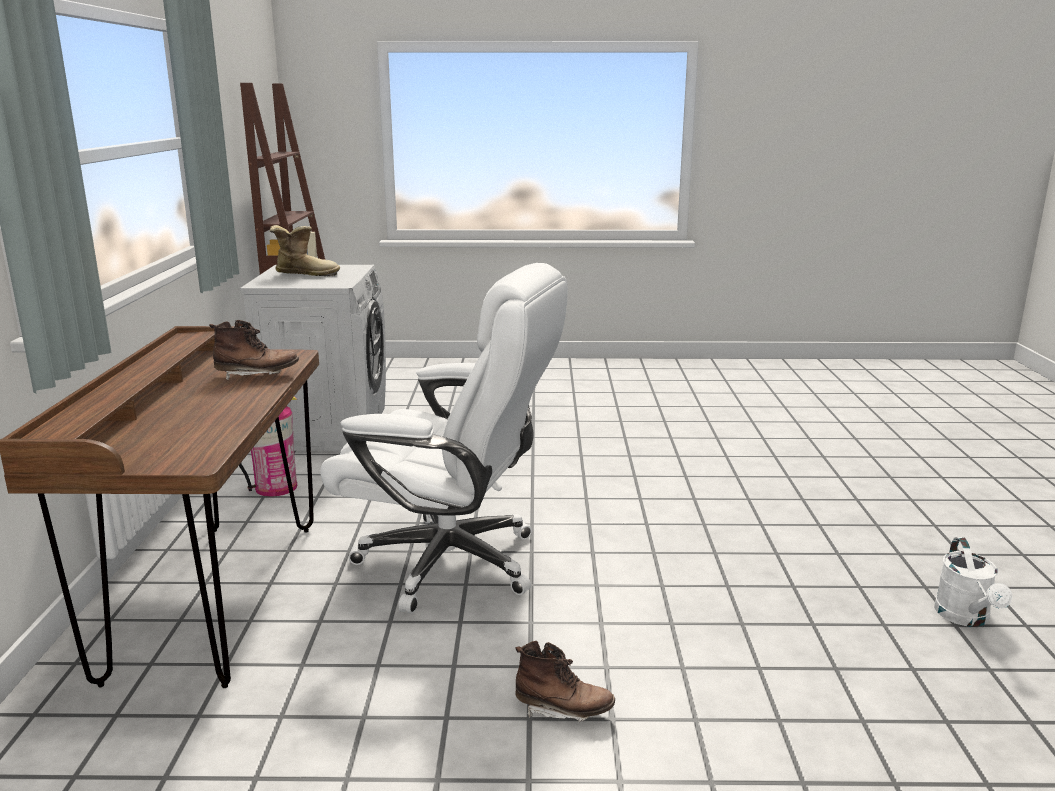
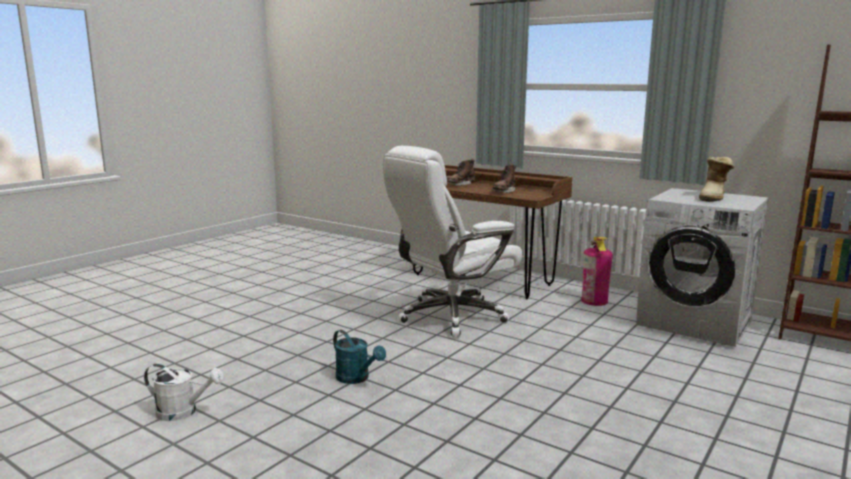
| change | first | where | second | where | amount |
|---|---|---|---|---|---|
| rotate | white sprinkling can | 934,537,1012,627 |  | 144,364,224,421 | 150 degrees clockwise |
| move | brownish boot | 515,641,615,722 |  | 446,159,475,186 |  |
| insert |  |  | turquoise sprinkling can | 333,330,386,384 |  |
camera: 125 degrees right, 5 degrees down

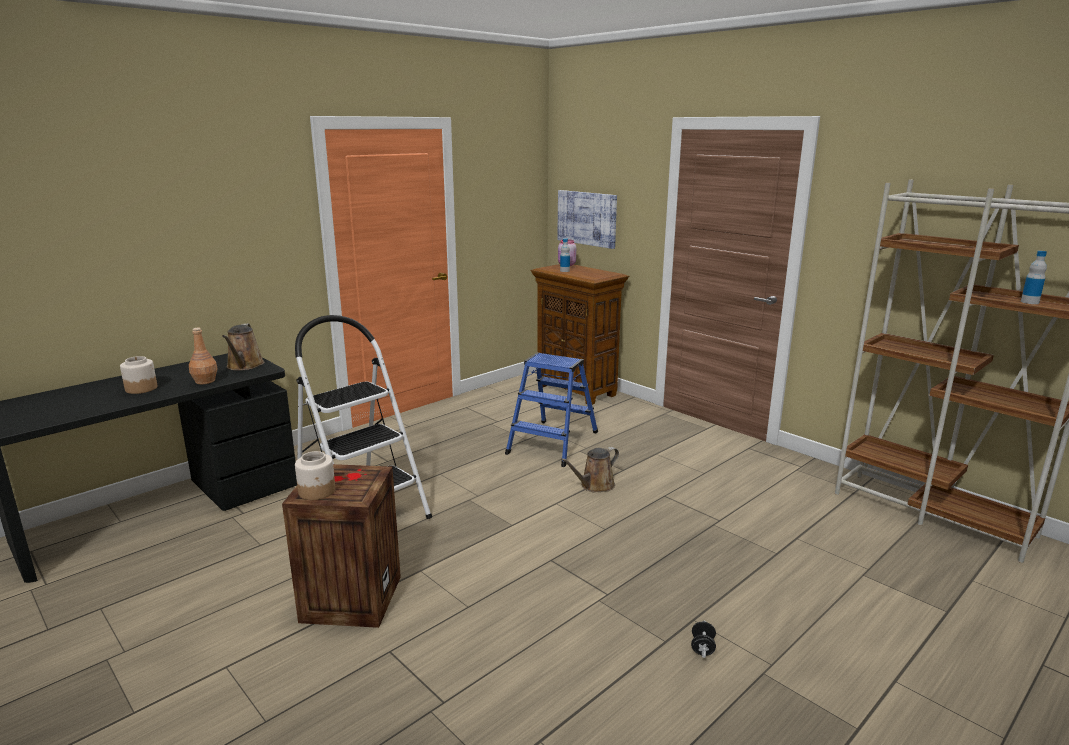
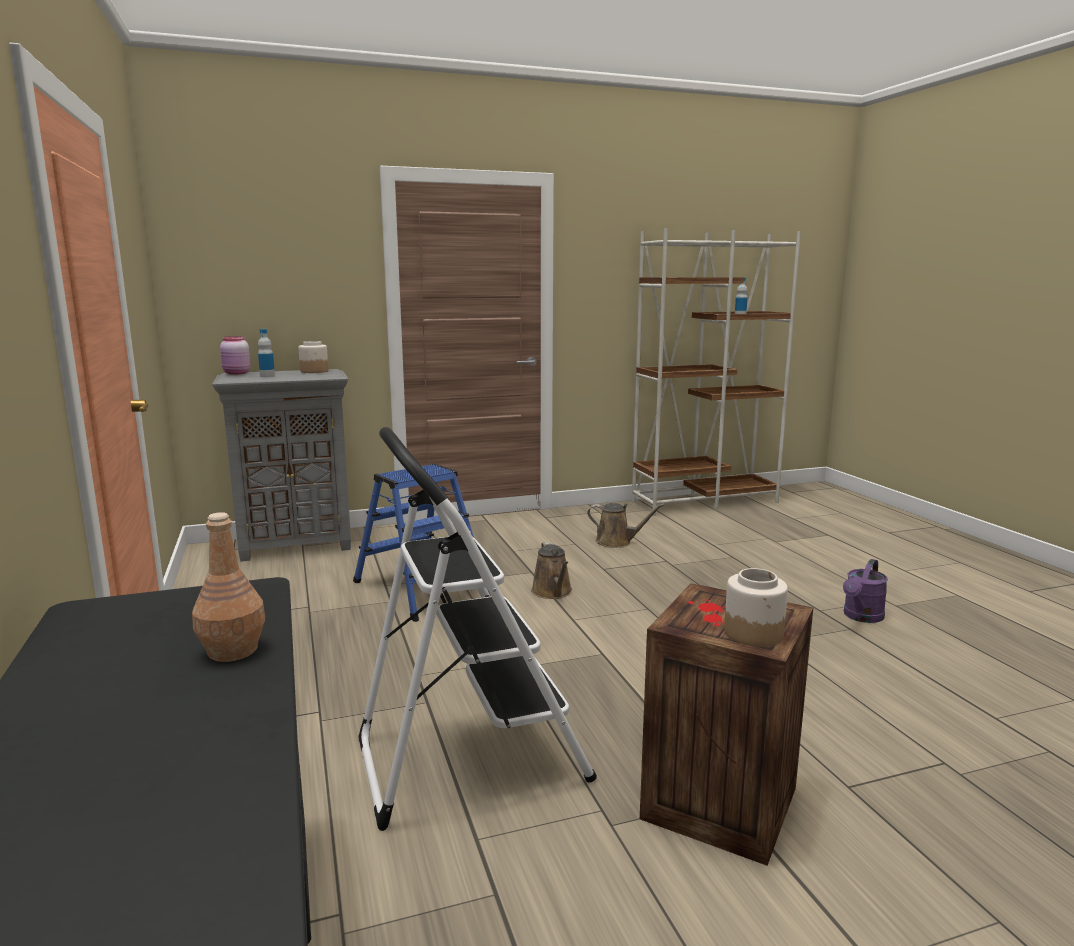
| change | first | where | second | where | amount |
|---|---|---|---|---|---|
| delete | picture | 557,190,617,249 |  |  |  |
| recolor | brownish cabinet | 531,264,630,405 | greyish cabinet | 212,369,351,562 |  |
| move | brownish sprinkling can | 222,323,265,370 |  | 587,503,665,548 |  |
| move | preserve jar | 120,356,157,394 |  | 299,341,328,373 |  |
| replace | blackish dumbbell | 691,620,716,658 | purplish sprinkling can | 843,559,888,623 |  |
camera: 65 degrees left, 5 degrees down

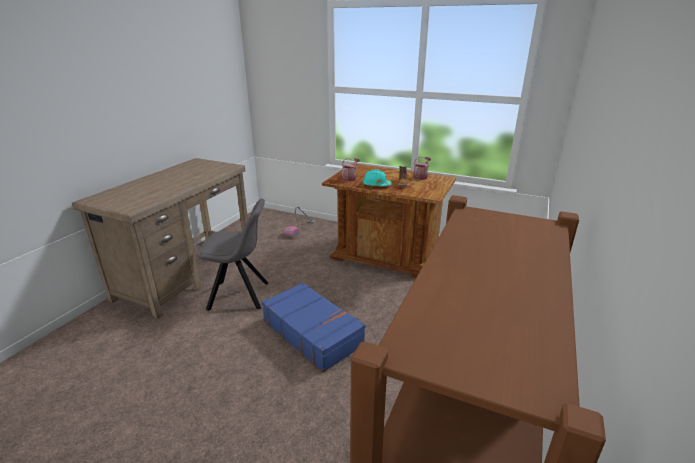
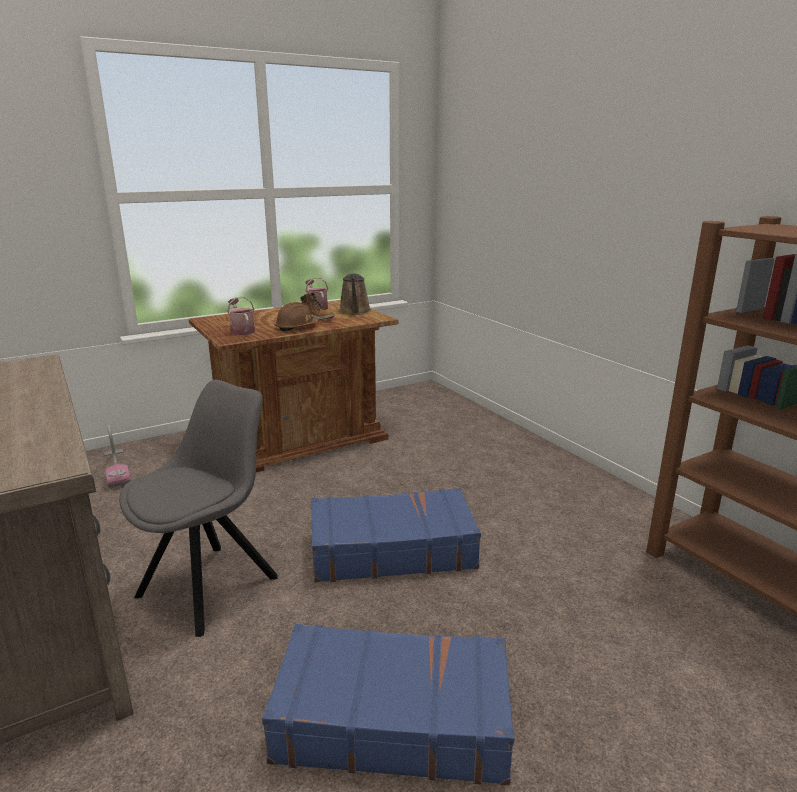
| change | first | where | second | where | amount |
|---|---|---|---|---|---|
| recolor | turquoise work helmet | 362,169,392,186 | brownish work helmet | 274,302,319,331 |  |
| insert |  |  | brownish sprinkling can | 339,273,371,315 |  |
| insert |  |  | blue piece of luggage | 262,624,514,786 |  |
camera: 55 degrees left, 5 degrees down

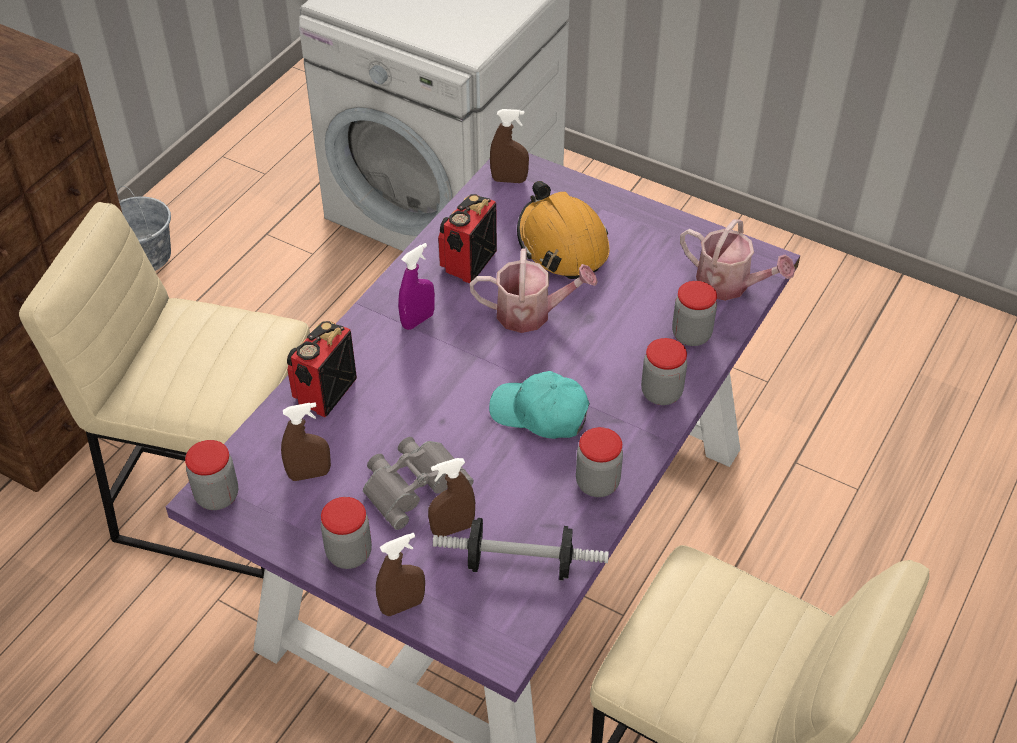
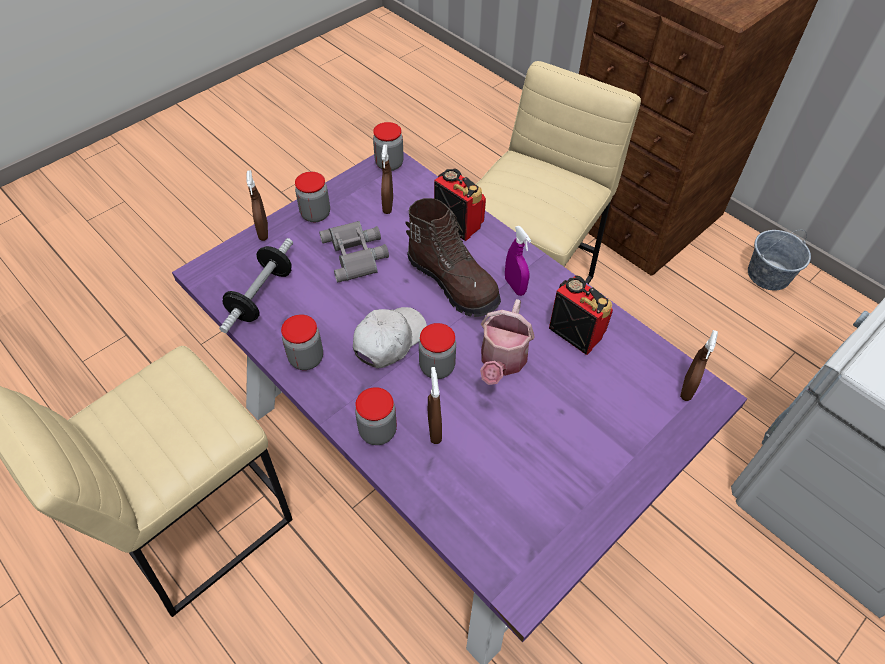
| change | first | where | second | where | amount |
|---|---|---|---|---|---|
| delete | orange work helmet | 517,181,610,279 |  |  |  |
| delete | sprinkling can | 680,219,795,301 |  |  |  |
| move | preserve jar | 672,281,717,346 |  | 419,323,456,379 |  |
| recolor | turquoise cap | 489,371,590,439 | white cap | 353,307,427,368 |  |
| move | brownish sprayer | 428,458,475,537 |  | 428,367,442,444 |  |
| insert |  |  | brownish boot | 405,198,501,317 |  |
camera: 105 degrees right, 5 degrees up

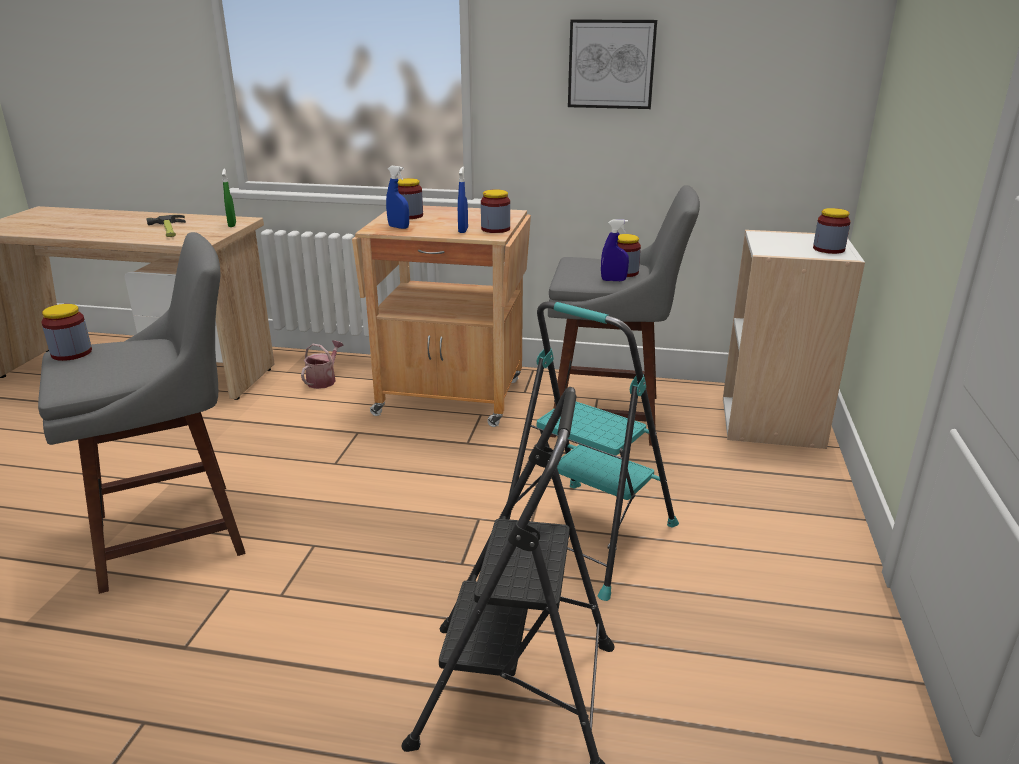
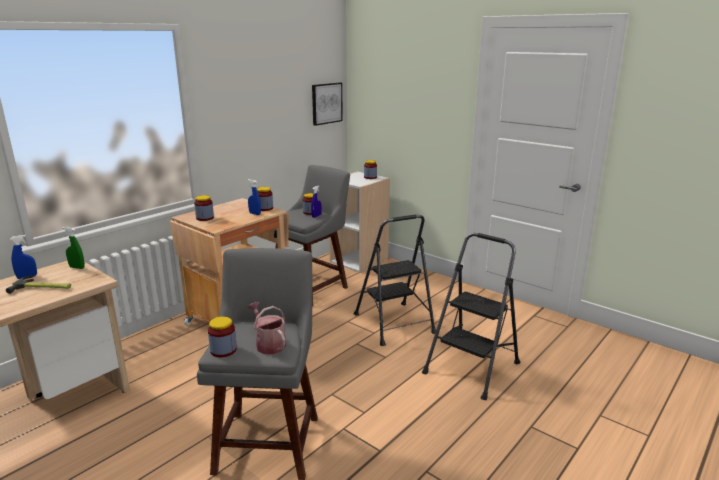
| change | first | where | second | where | amount |
|---|---|---|---|---|---|
| move | picture | 568,19,657,109 |  | 312,83,343,126 |  |
| move | blue sprayer | 386,166,409,229 |  | 10,235,37,279 |  |
| recolor | turquoise step ladder | 508,301,679,601 | blackish step ladder | 353,214,436,346 |  |
| move | sprinkling can | 301,340,344,389 |  | 247,302,286,354 |  |
camera: 60 degrees left, 5 degrees down

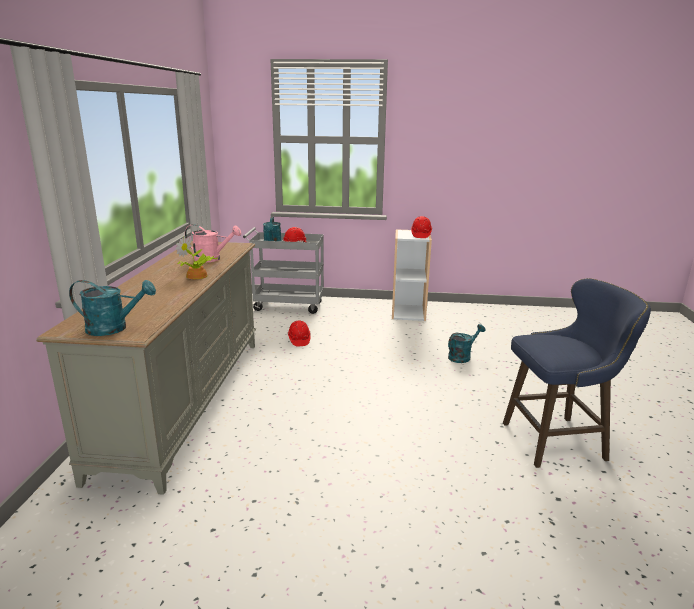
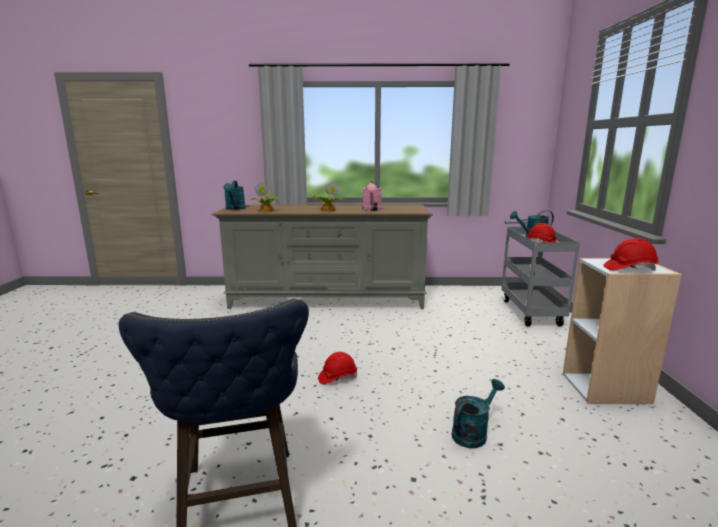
| change | first | where | second | where | amount |
|---|---|---|---|---|---|
| move | red-coloured work helmet | 288,321,311,346 |  | 318,352,357,385 |  |
| rotate | turquoise sprinkling can | 448,324,485,363 |  | 452,379,505,448 | 90 degrees counterclockwise |
| insert |  |  | potted plant | 250,182,278,212 |  |
camera: 85 degrees right, 5 degrees down

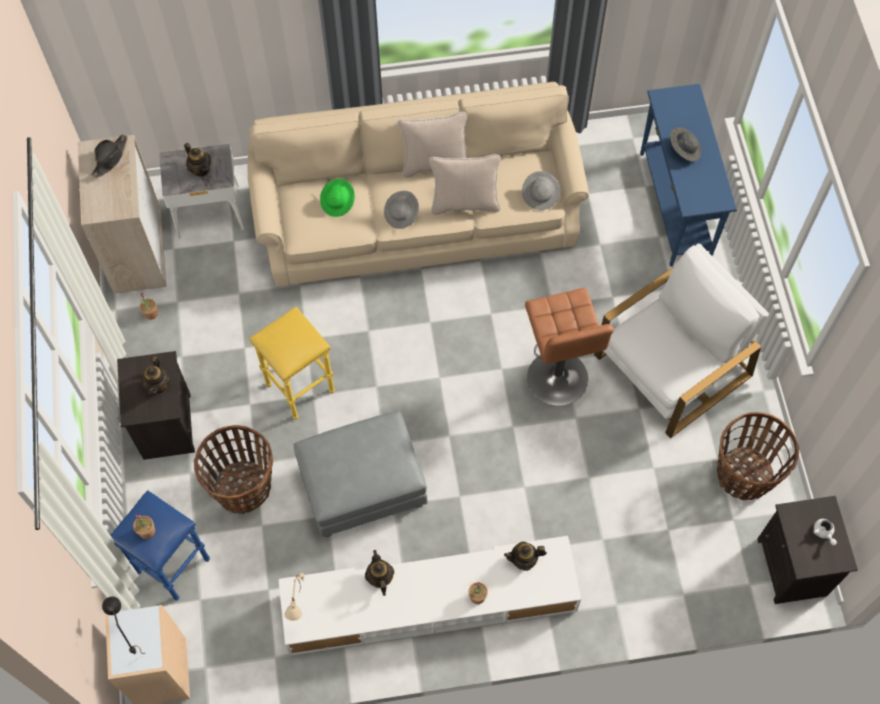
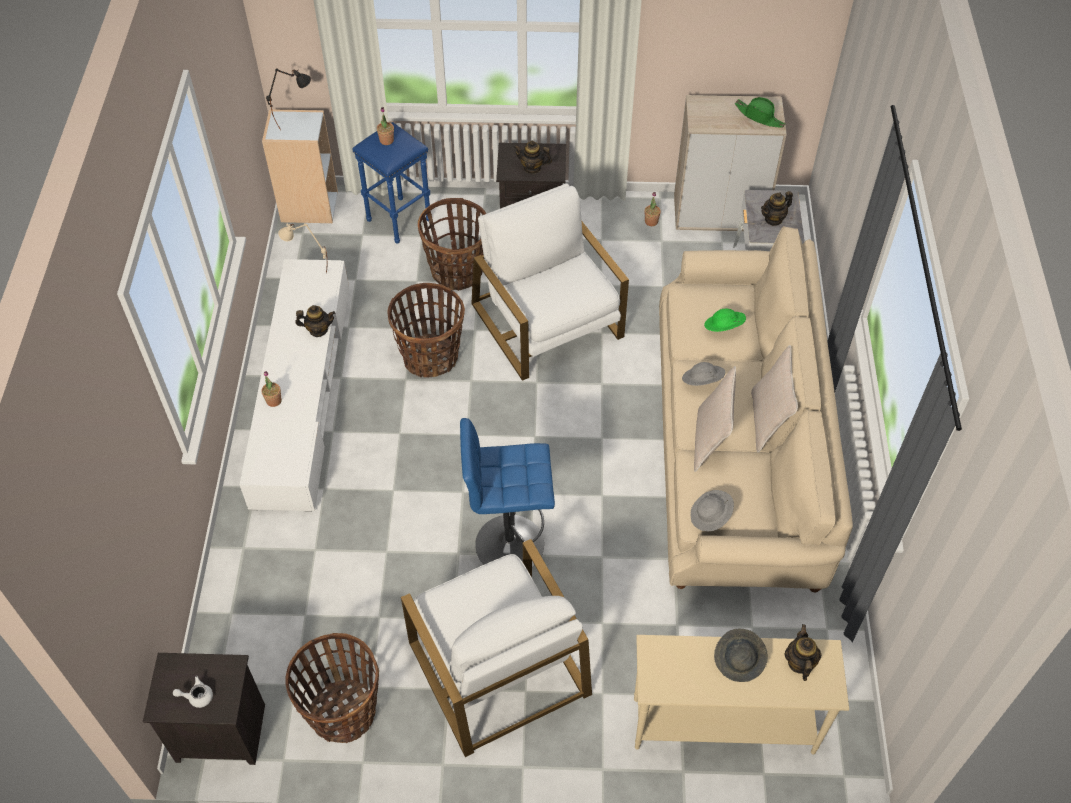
| change | first | where | second | where | amount |
|---|---|---|---|---|---|
| recolor | blue hall table | 640,84,737,266 | sand-coloured hall table | 634,635,849,755 |  |
| recolor | blackish wearable hat | 91,134,127,178 | green wearable hat | 735,97,786,128 |  |
| recolor | brownish sitting stool | 525,288,614,406 | blue sitting stool | 460,418,555,567 |  |
| replace | yellow sitting stool | 249,307,335,420 | white lounge chair | 471,183,629,381 |  |
| replace | greyish footrest | 293,411,428,537 | basket | 387,283,465,378 |  |
| move | teapot | 504,542,547,571 |  | 785,624,822,681 |  |
camera: 100 degrees right, 10 degrees down

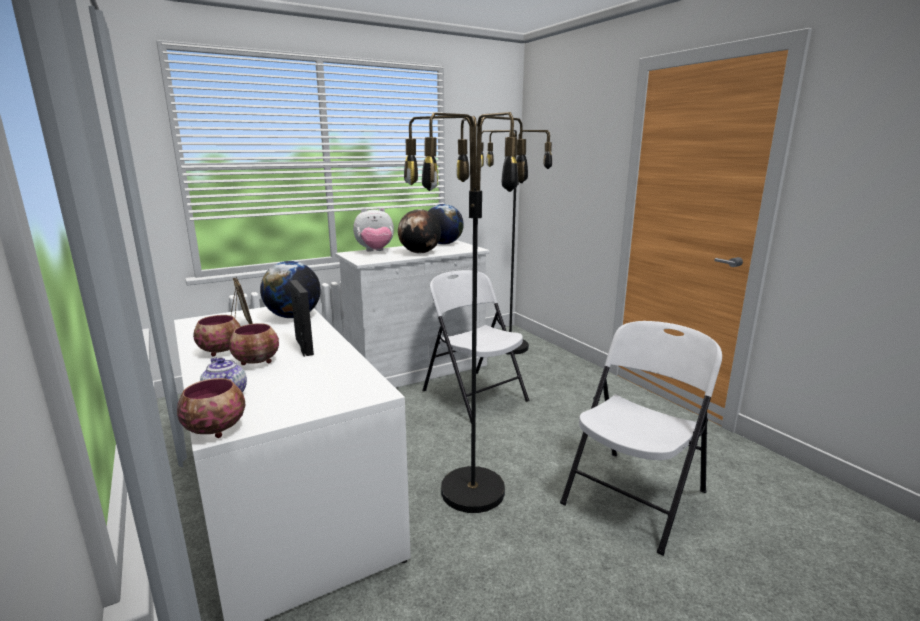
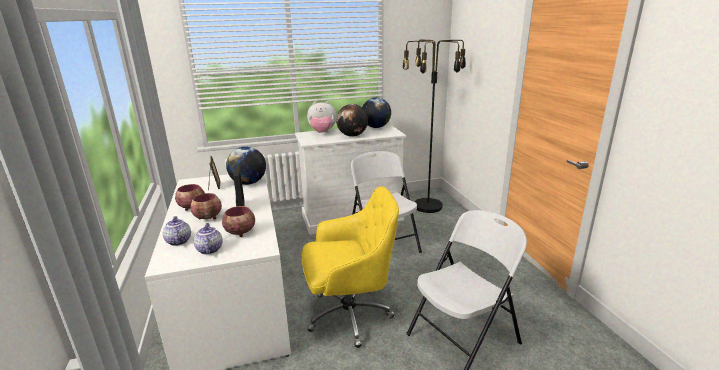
| change | first | where | second | where | amount |
|---|---|---|---|---|---|
| replace | floor lamp | 404,112,528,513 | yellow office chair | 302,186,399,348 |  |
| move | deep dish | 177,378,245,438 |  | 222,206,255,237 |  |
| insert |  |  | teapot | 194,223,223,254 |  |
camera: 15 degrees right, 5 degrees up

